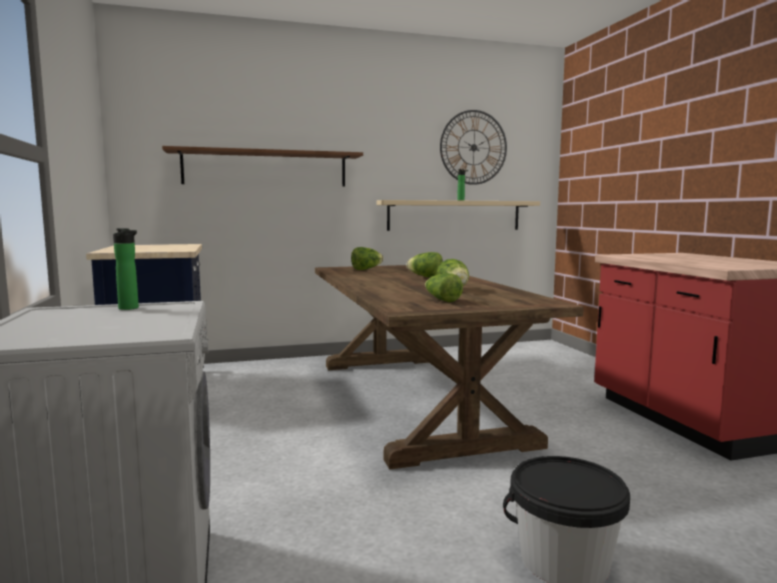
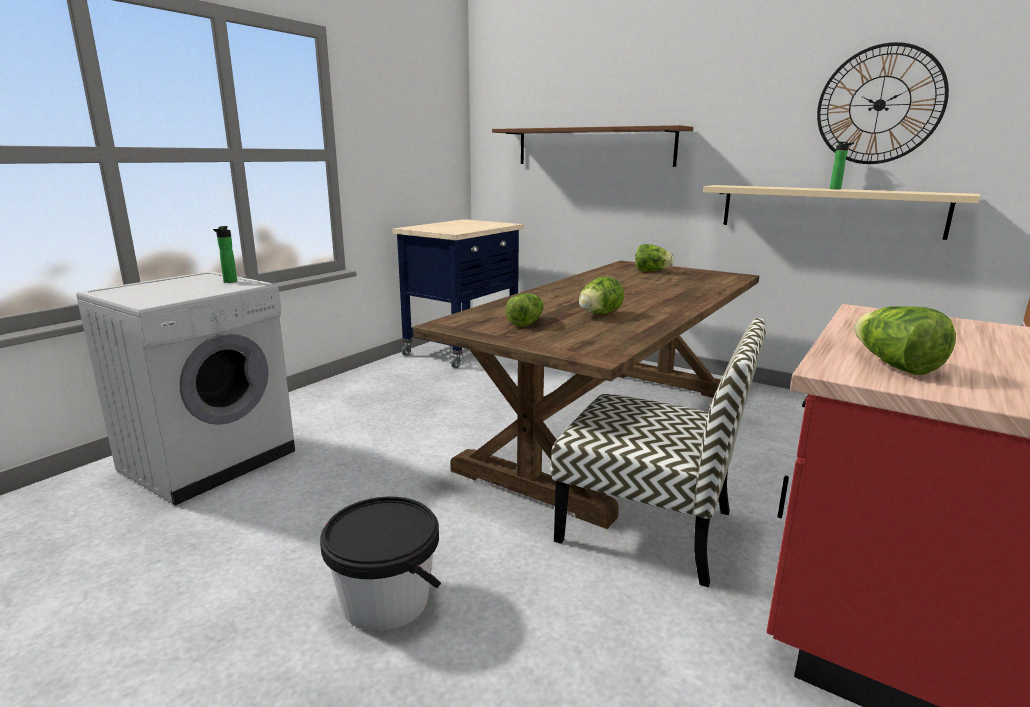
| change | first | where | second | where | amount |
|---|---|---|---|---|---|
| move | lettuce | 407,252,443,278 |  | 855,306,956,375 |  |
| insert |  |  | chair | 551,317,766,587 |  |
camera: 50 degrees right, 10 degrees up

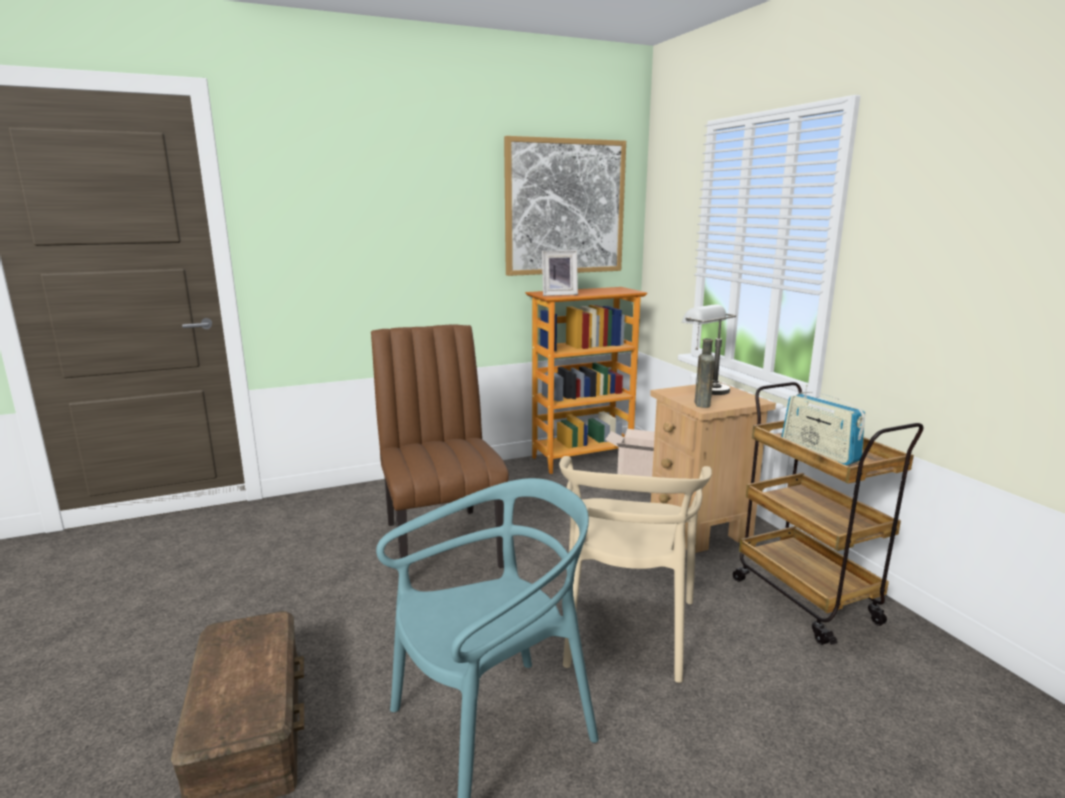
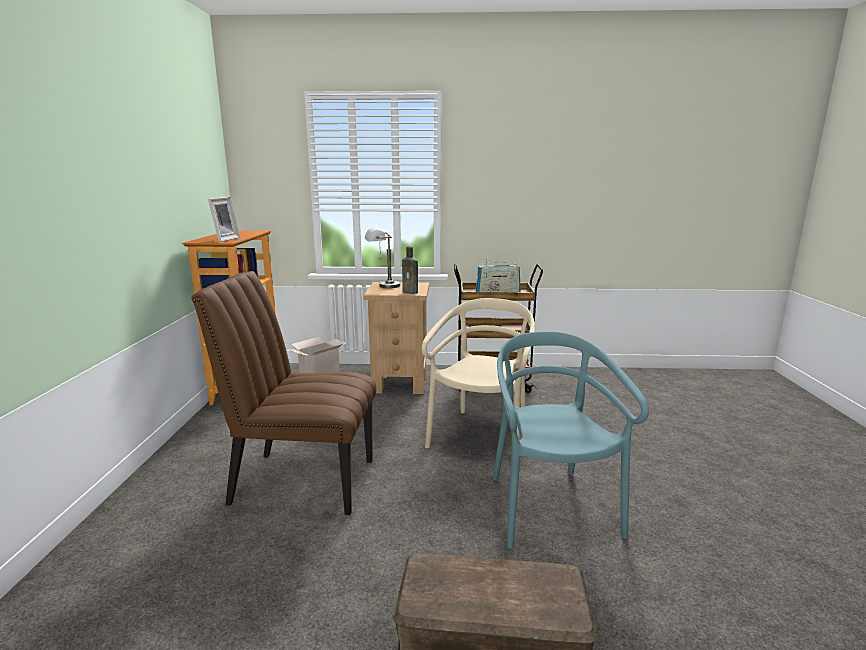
| change | first | where | second | where | amount |
|---|---|---|---|---|---|
| delete | picture | 504,136,626,276 |  |  |  |
| rotate | sand-coloured chair | 559,456,712,683 |  | 422,298,535,448 | 105 degrees counterclockwise |
camera: 65 degrees left, 0 degrees up

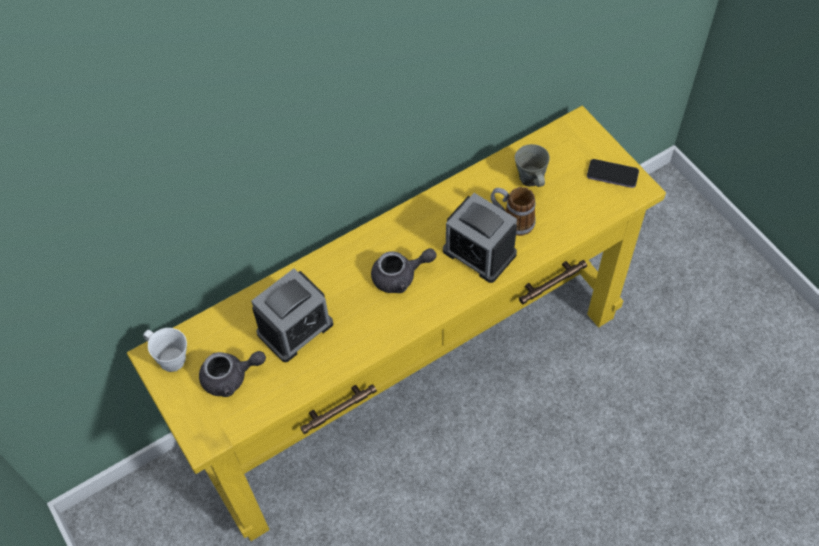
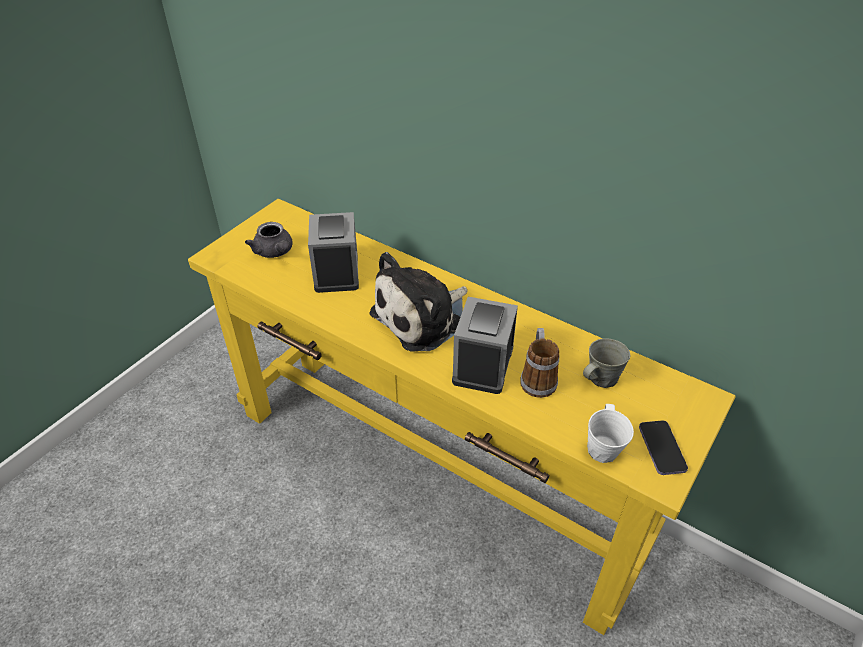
| change | first | where | second | where | amount |
|---|---|---|---|---|---|
| replace | greyish teapot | 371,248,437,293 | cuddly toy | 370,252,467,352 |  |
| rotate | alarm clock | 251,268,333,362 |  | 308,212,359,293 | 120 degrees counterclockwise |
| move | white tea mug | 143,328,187,372 |  | 587,404,634,463 |  |
camera: 65 degrees right, 15 degrees down

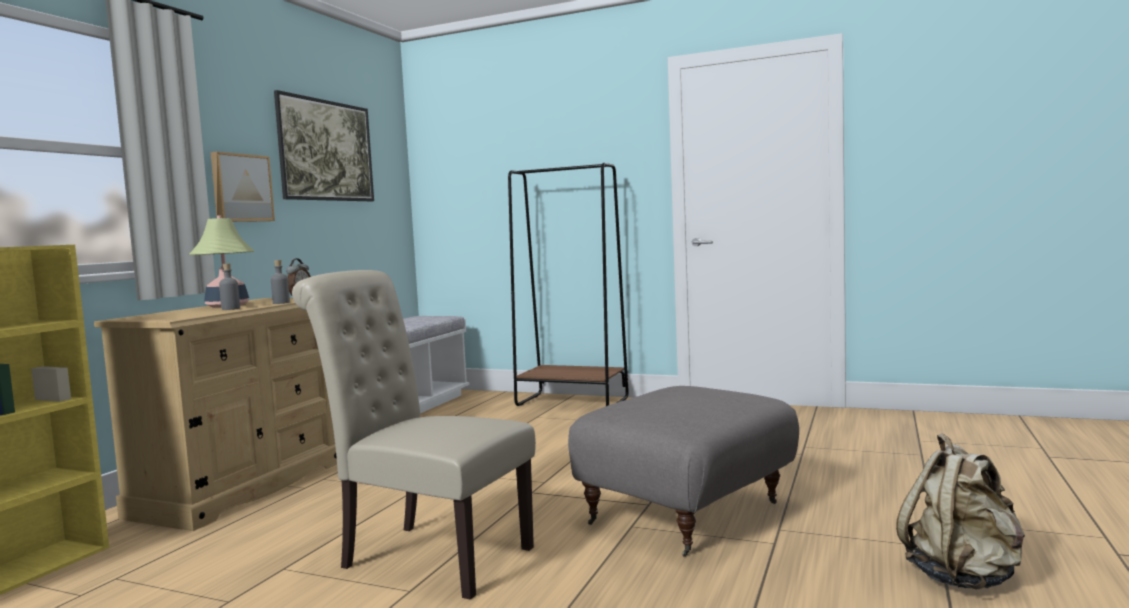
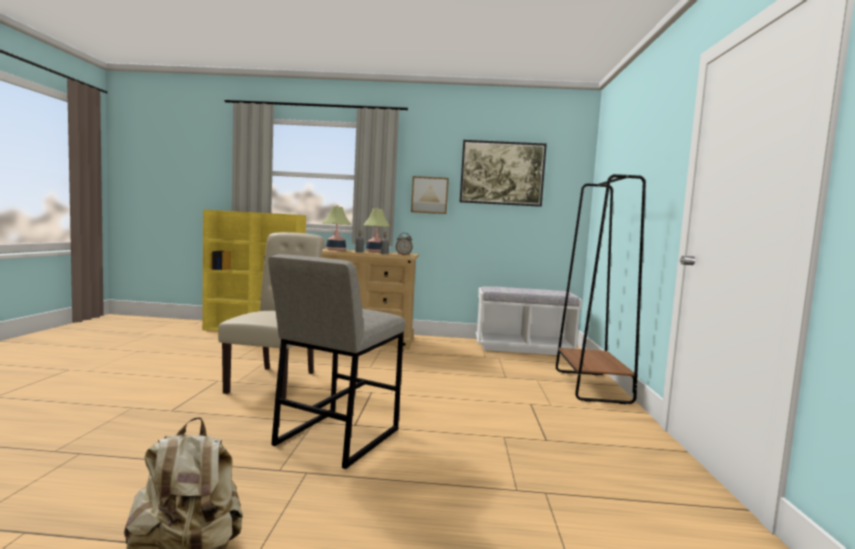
| change | first | where | second | where | amount |
|---|---|---|---|---|---|
| replace | greyish footrest | 568,386,799,557 | greyish chair | 268,254,406,469 |  |
| insert |  |  | table lamp | 322,205,351,251 |  |
camera: 70 degrees right, 0 degrees up

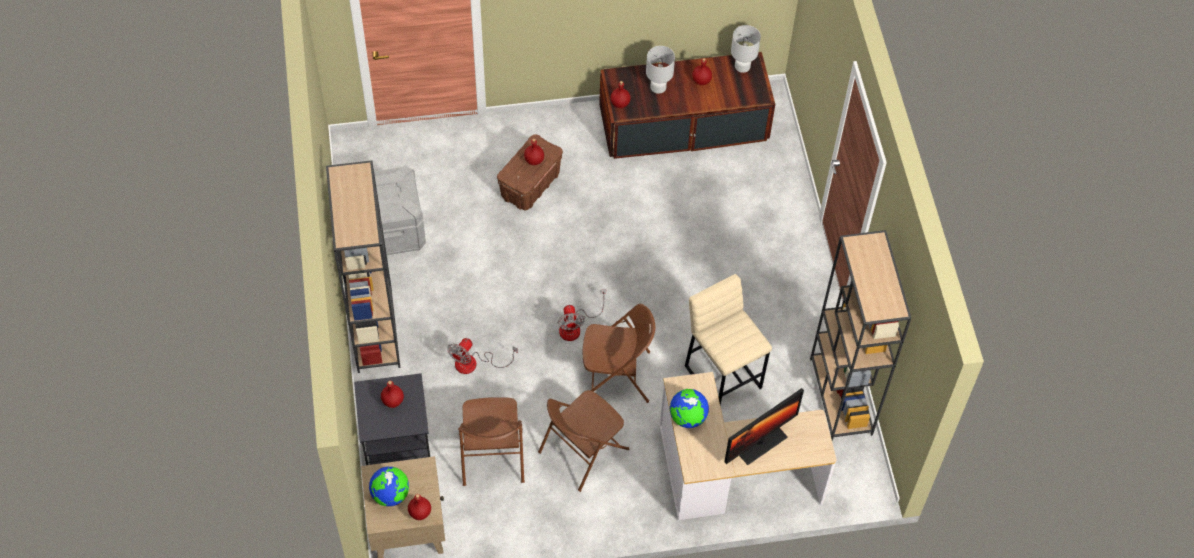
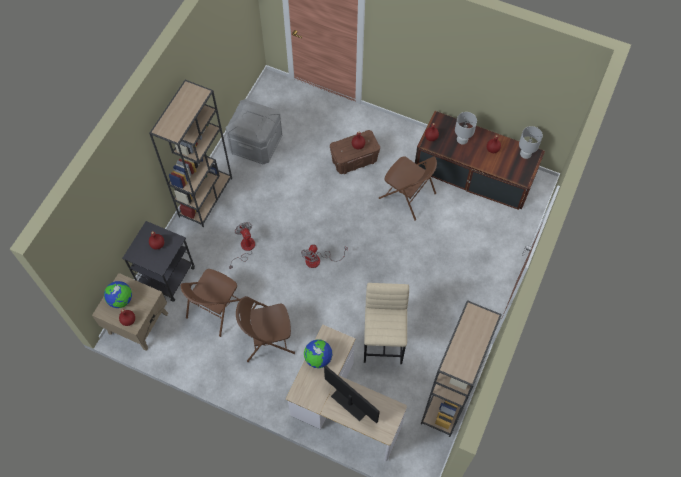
| change | first | where | second | where | amount |
|---|---|---|---|---|---|
| move | brownish chair | 583,304,655,403 |  | 379,156,437,220 |  |
| rotate | cooling fan | 447,338,518,374 |  | 229,222,255,269 | 90 degrees clockwise |
| rotate | monitor | 724,388,804,465 |  | 324,365,380,424 | 135 degrees counterclockwise |
camera: 35 degrees right, 5 degrees up

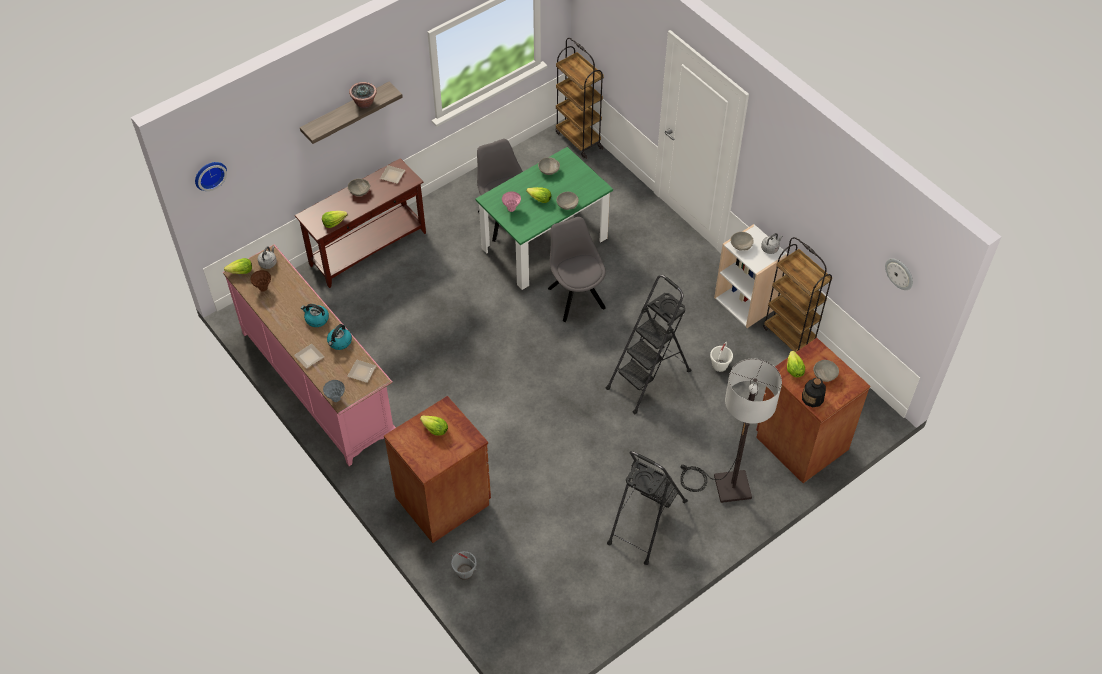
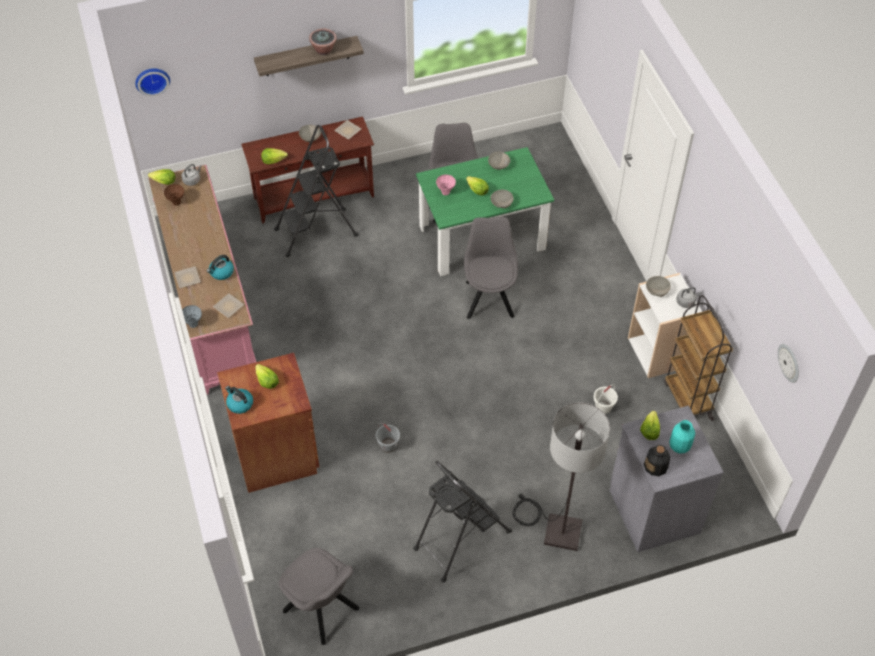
| change | first | where | second | where | amount |
|---|---|---|---|---|---|
| delete | brownish wheeled cart | 556,38,604,159 |  |  |  |
| move | step ladder | 606,275,692,414 |  | 274,125,358,257 |  |
| move | water kettle | 301,304,329,327 |  | 225,386,253,414 |  |
| recolor | brownish drawer chest | 756,338,870,483 | greyish drawer chest | 610,405,724,552 |  |
| replace | greyish deep dish | 813,360,839,382 | turquoise vase | 669,420,695,453 |  |
| move | greyish water bucket | 451,551,477,580 |  | 376,423,400,453 |  |
| insert |  |  | greyish chair | 279,548,359,645 |  |
camera: 20 degrees right, 0 degrees up

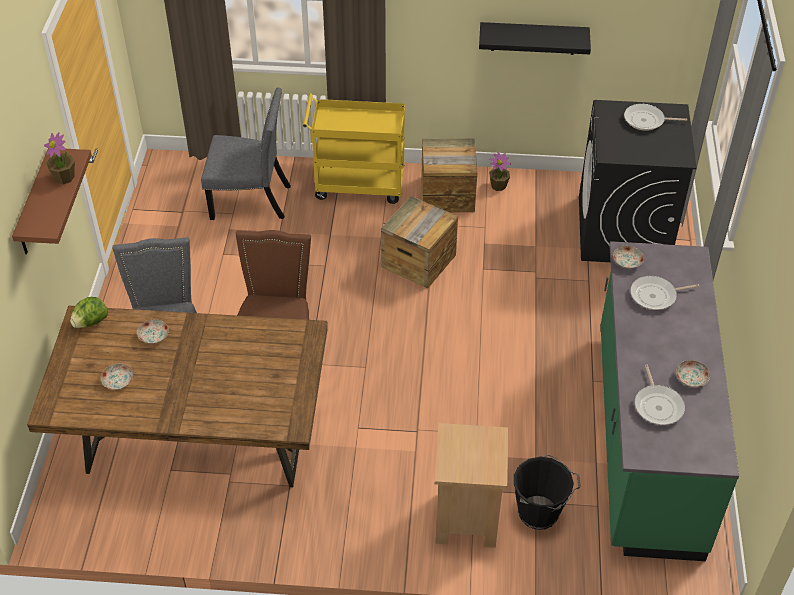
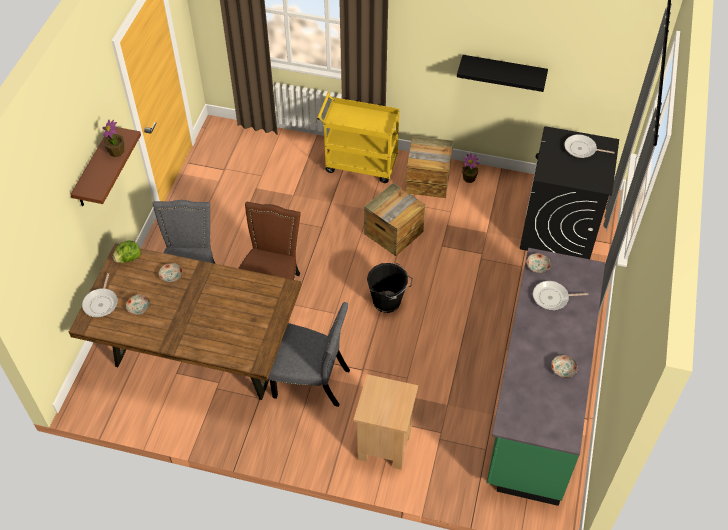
| change | first | where | second | where | amount |
|---|---|---|---|---|---|
| move | greyish chair | 201,87,291,220 |  | 268,302,350,407 |  |
| move | pan | 635,364,685,425 |  | 82,273,118,317 |  |
| move | blackish water bucket | 514,455,581,530 |  | 367,263,413,313 |  |
camera: 10 degrees right, 5 degrees up

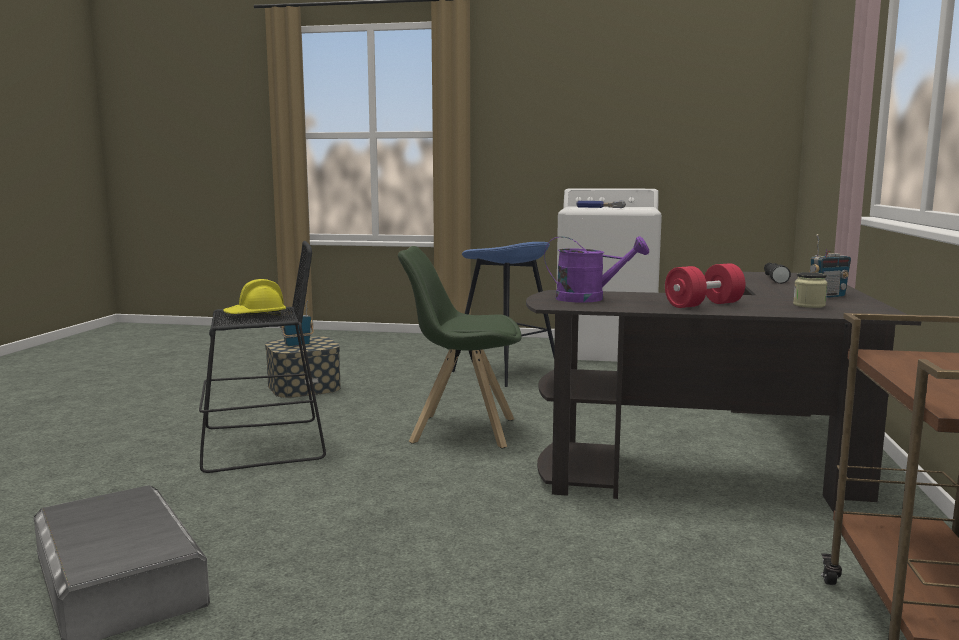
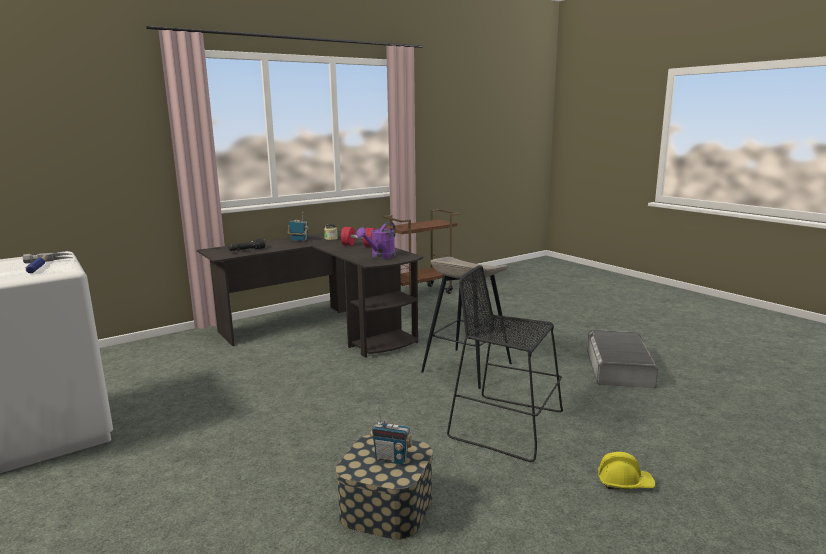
| change | first | where | second | where | amount |
|---|---|---|---|---|---|
| rotate | purplish sprinkling can | 544,236,649,303 |  | 357,222,396,258 | 105 degrees counterclockwise |
| delete | blue sitting stool | 452,242,555,387 |  |  |  |
| delete | green chair | 398,246,522,448 |  |  |  |
| move | yellow work helmet | 223,279,286,315 |  | 598,452,655,489 |  |
| insert |  |  | greyish sitting stool | 421,257,512,389 |  |
camera: 135 degrees left, 5 degrees up

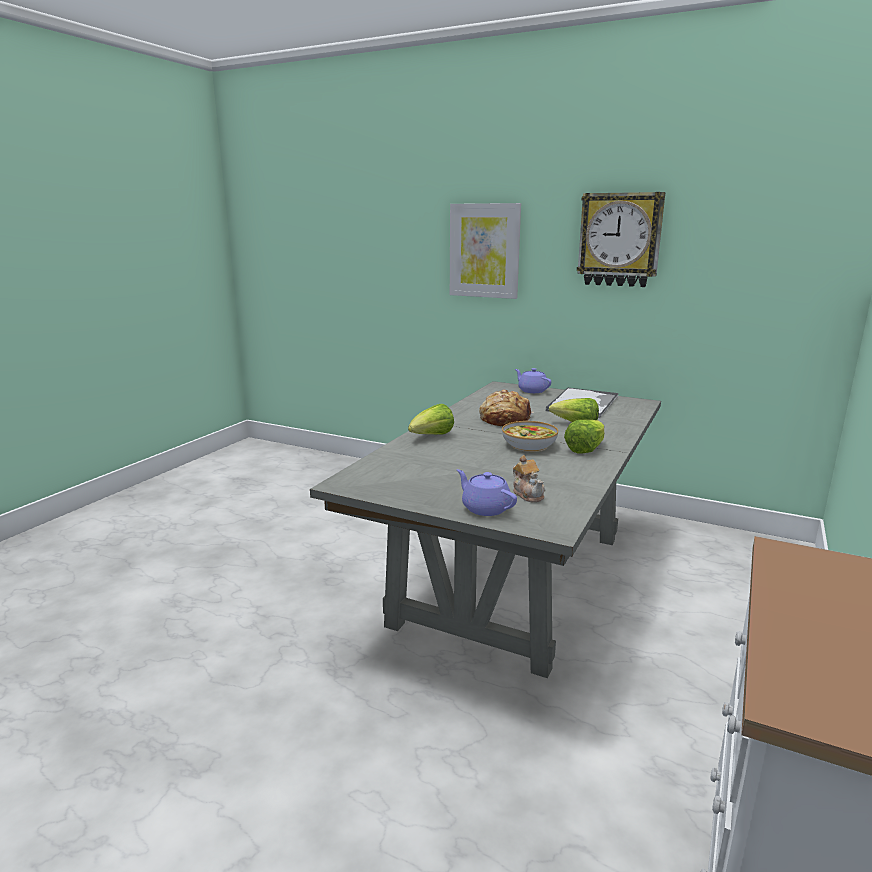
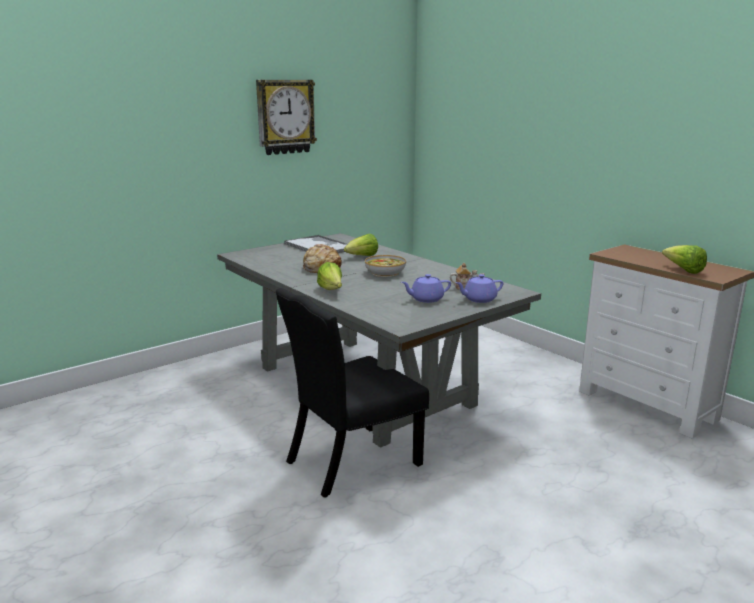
| change | first | where | second | where | amount |
|---|---|---|---|---|---|
| delete | picture | 450,203,521,299 |  |  |  |
| move | purplish teapot | 515,368,551,393 |  | 401,274,451,303 |  |
| move | lettuce | 564,420,605,454 |  | 662,245,707,274 |  |
| insert |  |  | blackish chair | 276,288,429,497 |  |
camera: 65 degrees left, 0 degrees up

